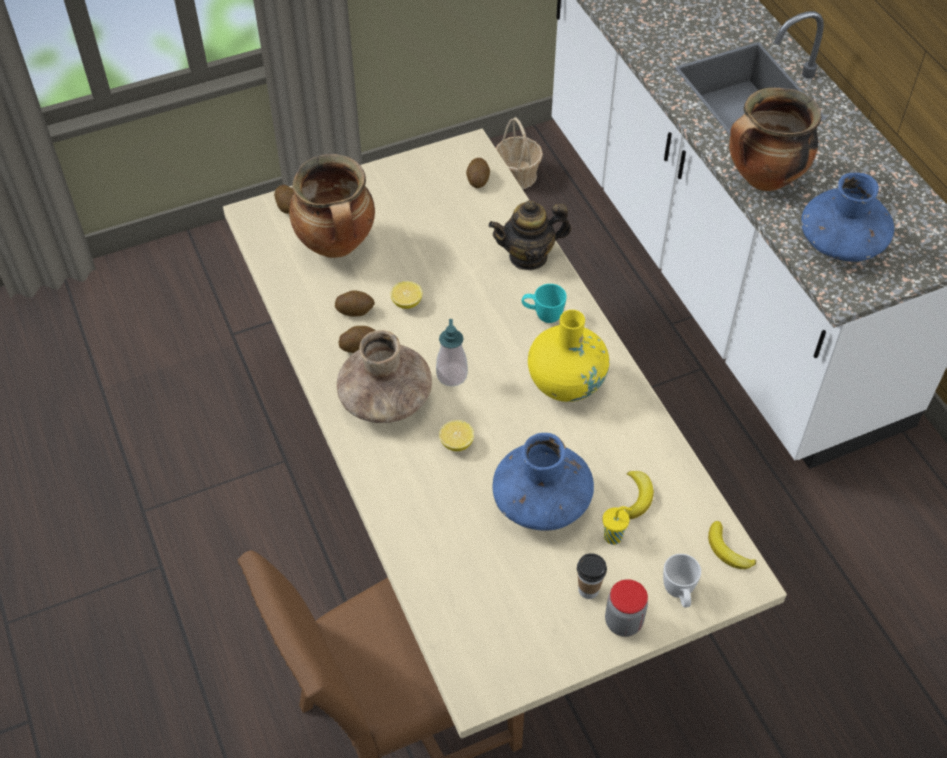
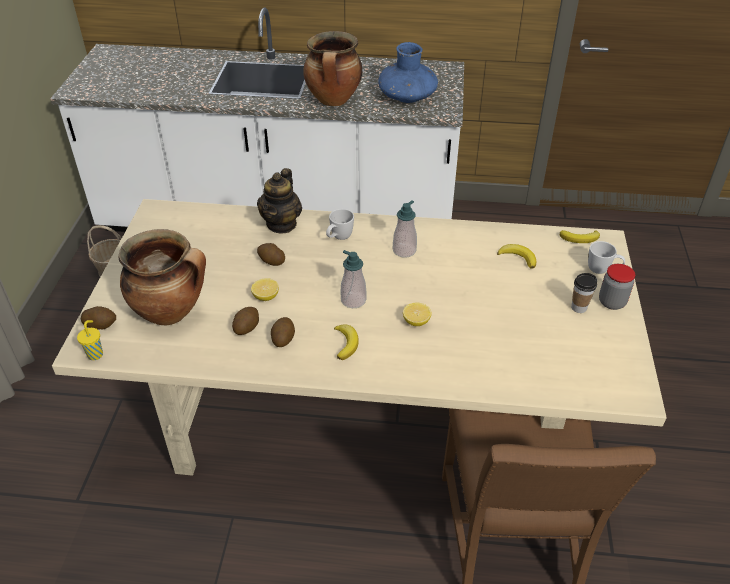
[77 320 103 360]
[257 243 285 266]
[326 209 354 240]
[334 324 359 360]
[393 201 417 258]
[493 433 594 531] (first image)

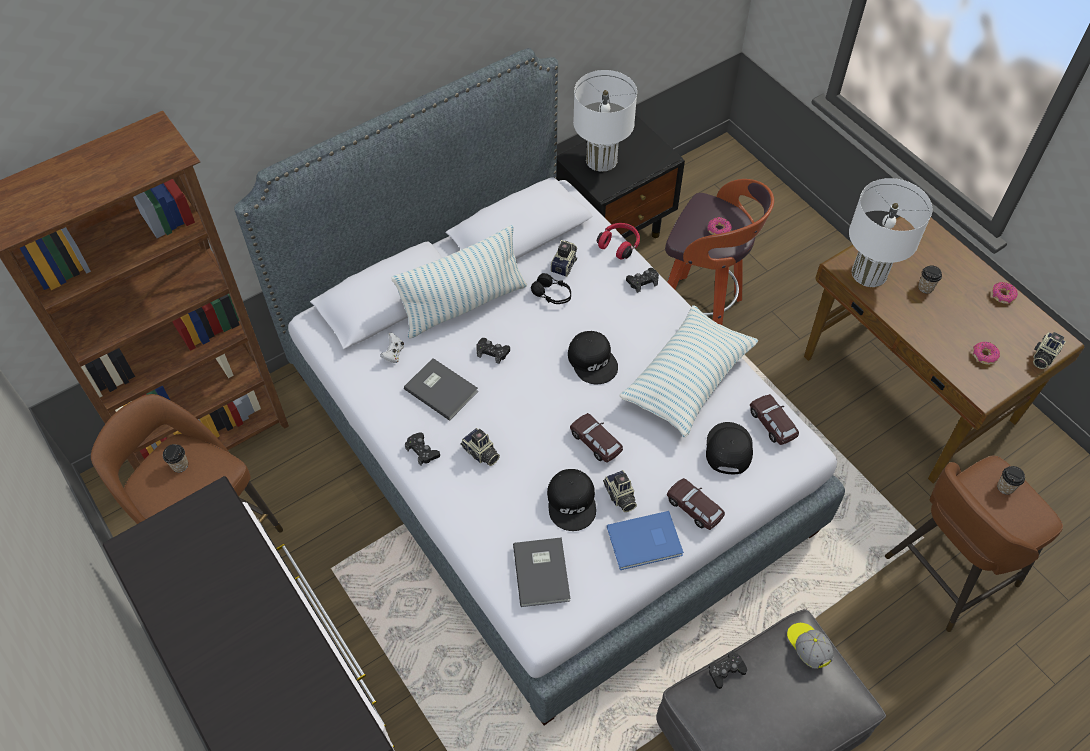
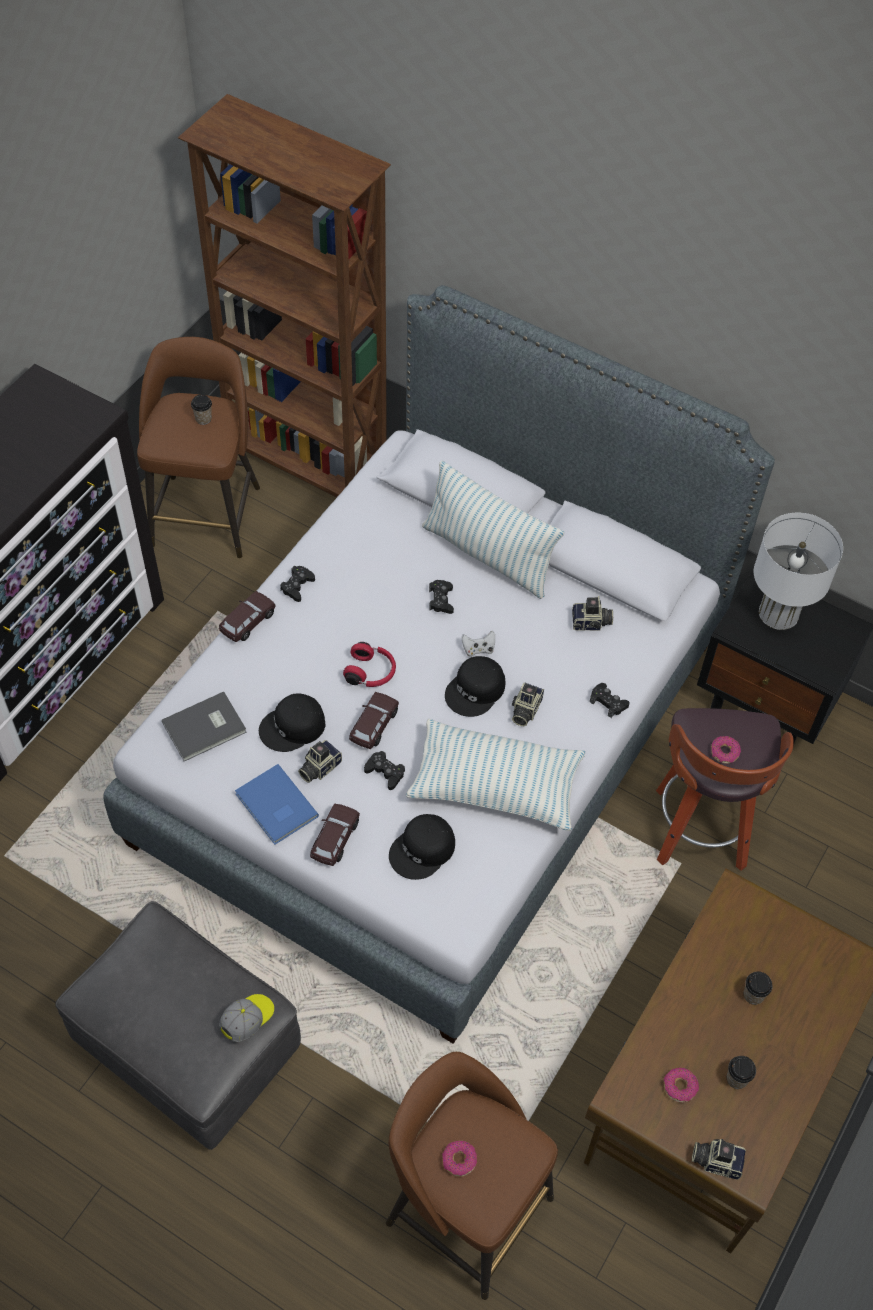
[219 591 276 642]
[343 642 396 687]
[364 751 405 790]
[389 814 455 880]
[442 1141 477 1177]
[462 630 495 657]
[512 683 544 726]
[727 1056 756 1089]
[404 358 478 421] (first image)
[531 273 571 304] (first image)
[849 178 932 287] (first image)

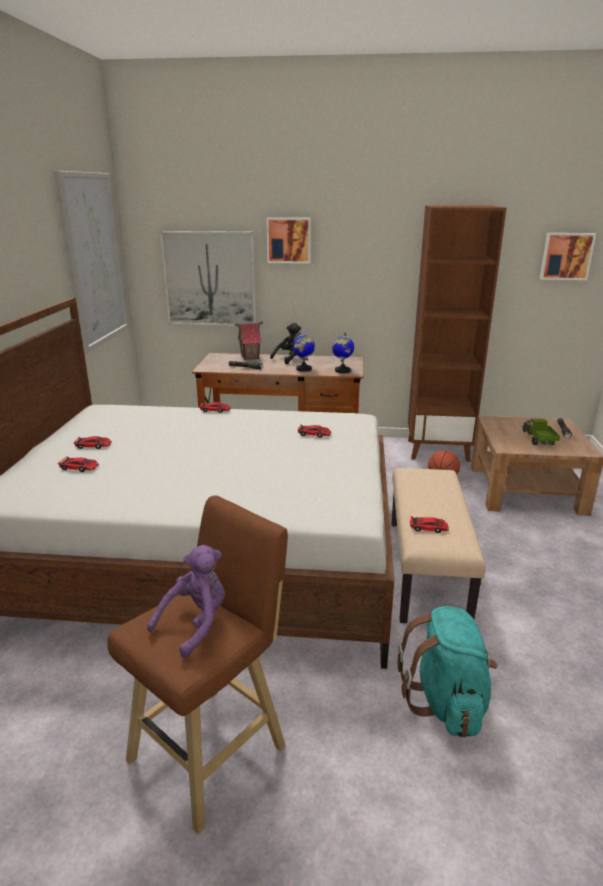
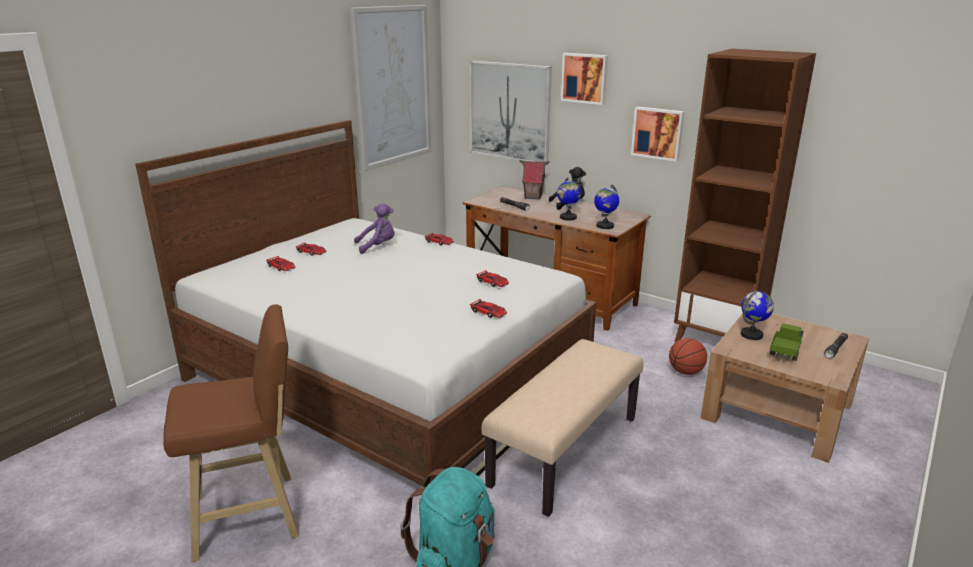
[354 203 395 254]
[470 299 507 318]
[631 107 685 162]
[741 290 774 340]

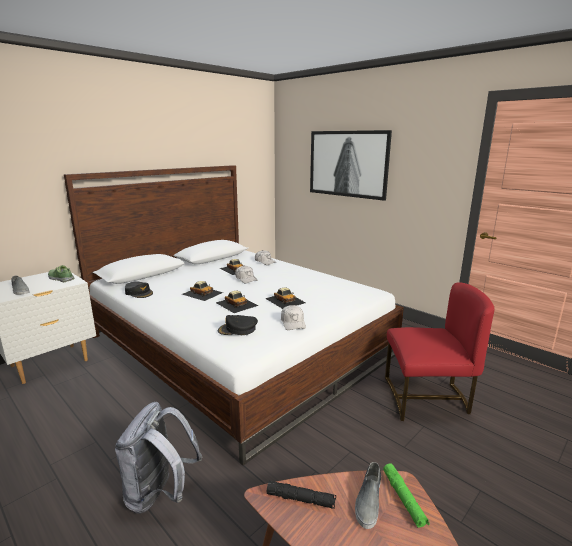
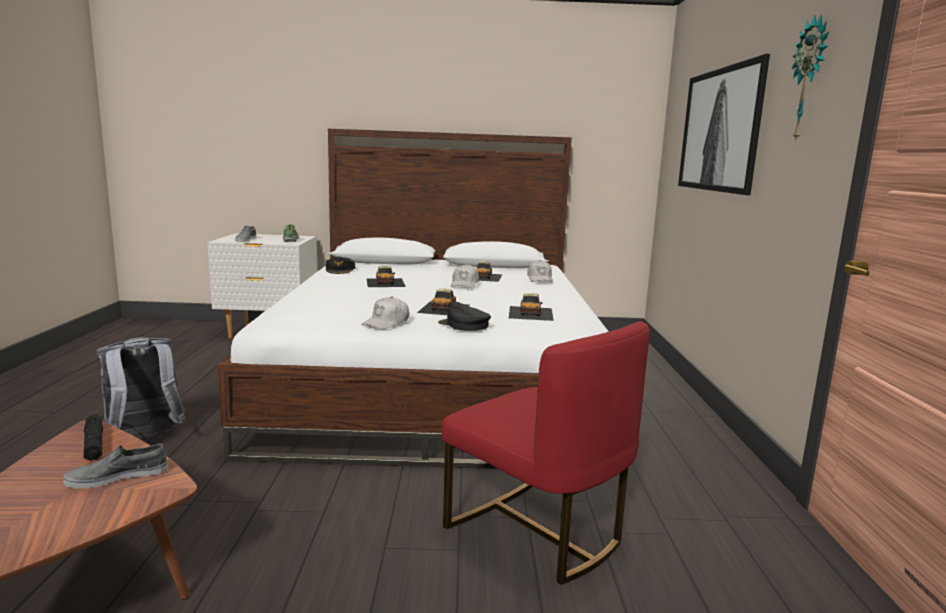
[438 302 491 331]
[509 293 554 321]
[792 15 829 142]
[383 463 430 528] (first image)

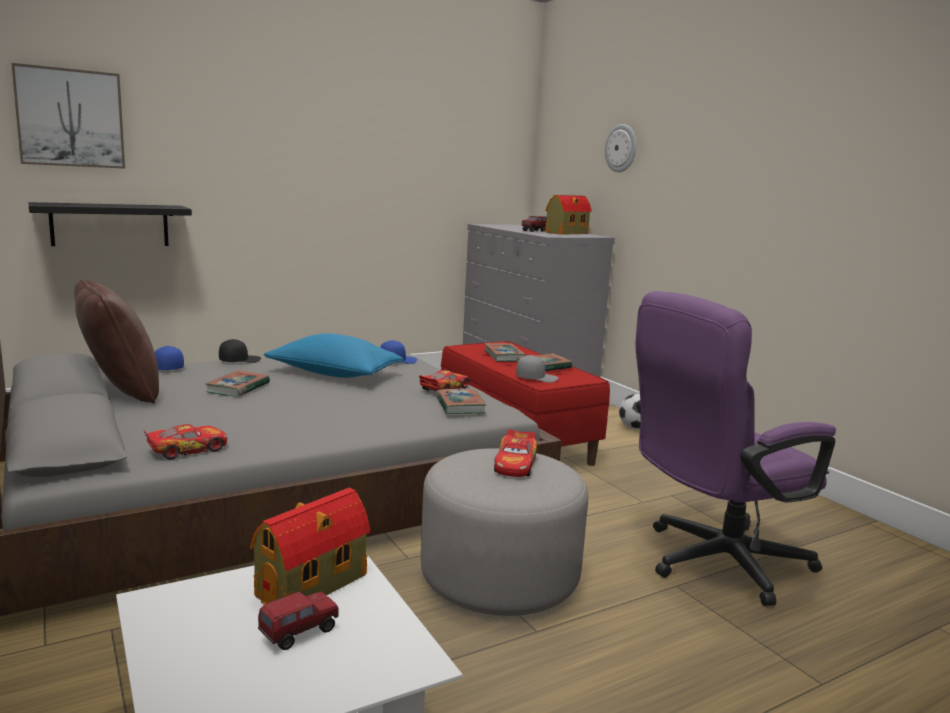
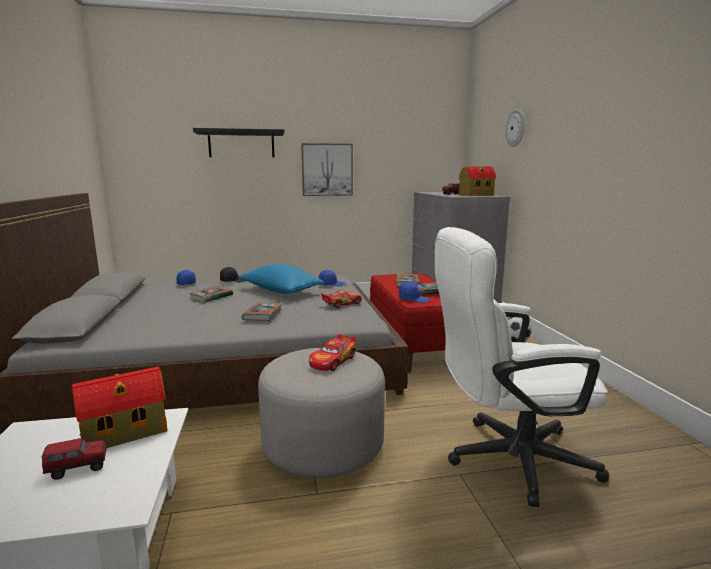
[193 128 284 158]
[242 303 282 321]
[301 143 353 196]
[399 282 430 303]
[435 227 609 507]
[74 280 159 403] (first image)
[143 424 227 460] (first image)

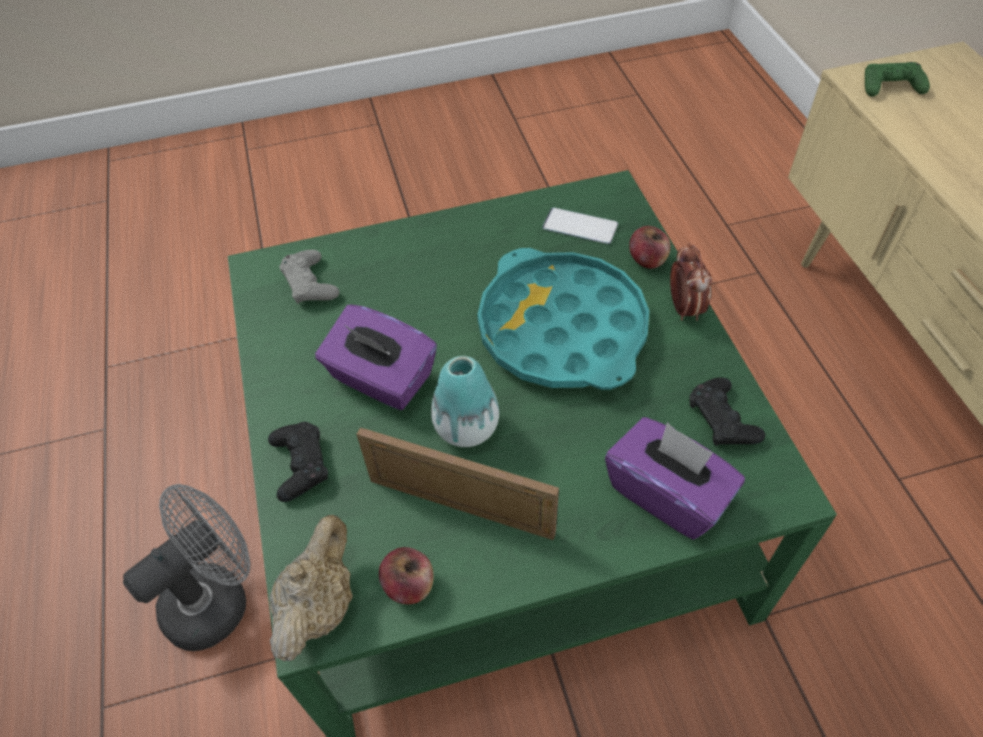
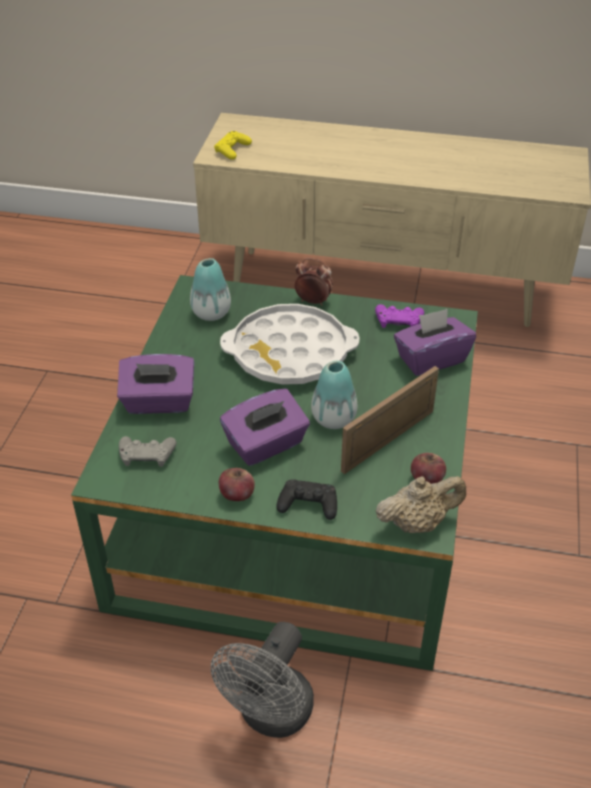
[117 354 194 414]
[190 258 231 321]
[211 622 314 738]
[214 131 252 160]
[219 468 255 501]
[220 304 360 385]
[375 304 424 328]
[376 476 466 533]

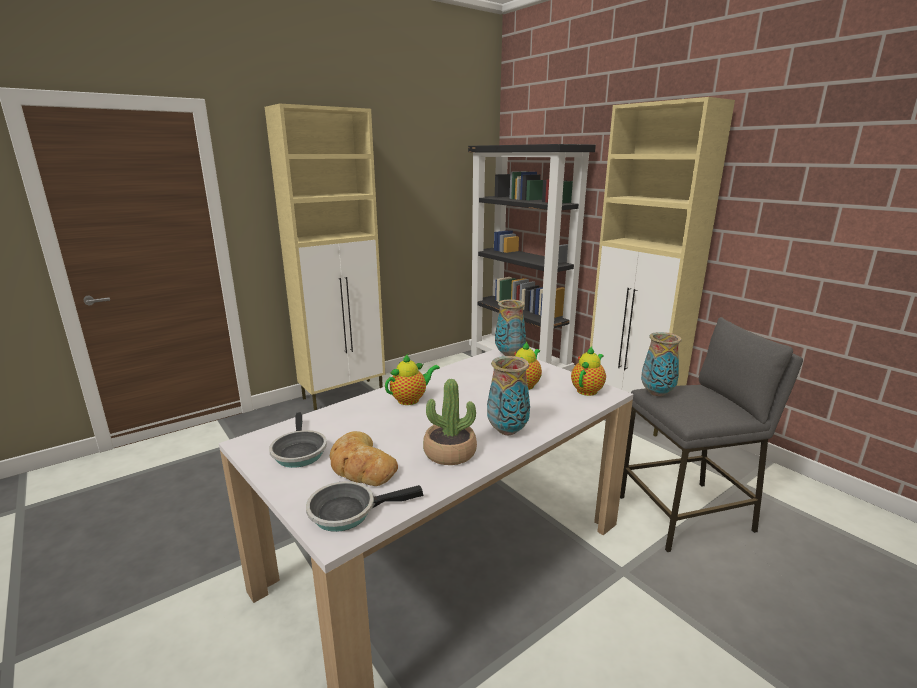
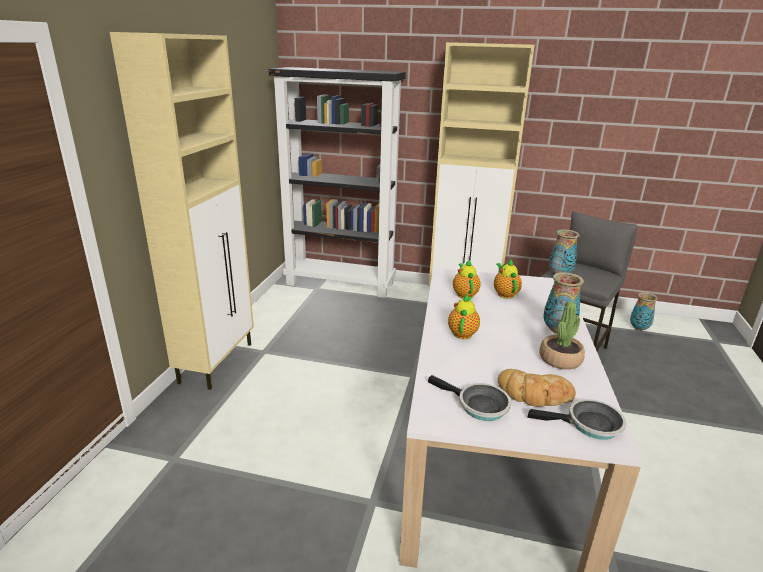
[453 260 481 299]
[527 399 626 440]
[630 293 658 331]

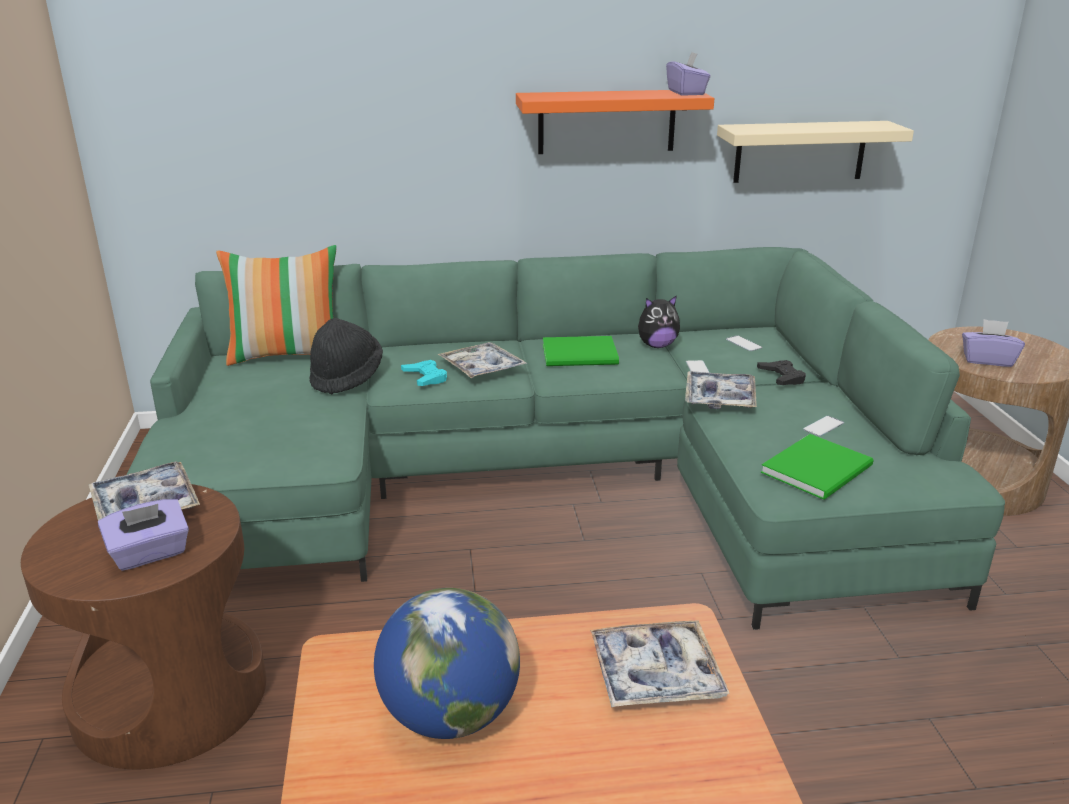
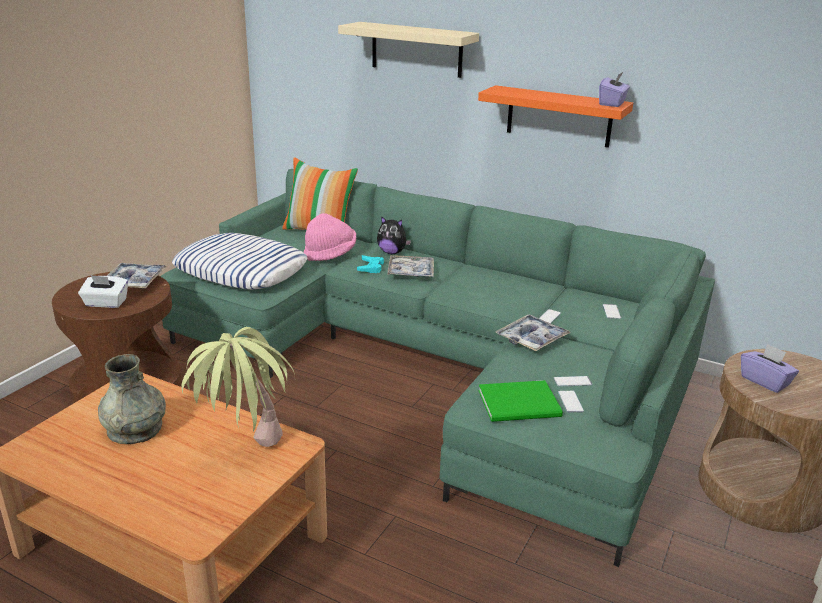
[78 275 128 308]
[98 354 166 444]
[172 233 308 290]
[181 327 295 447]
[304 213 356 261]
[338 22 479 78]
[377 216 411 254]
[558 391 584 413]
[543 336 619 366] (first image)
[757 360 806 385] (first image)

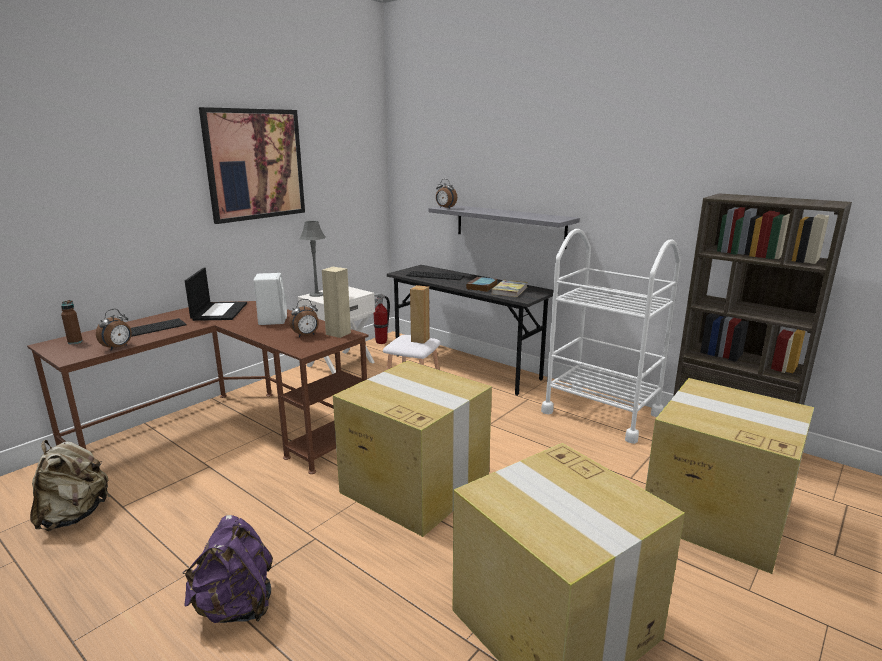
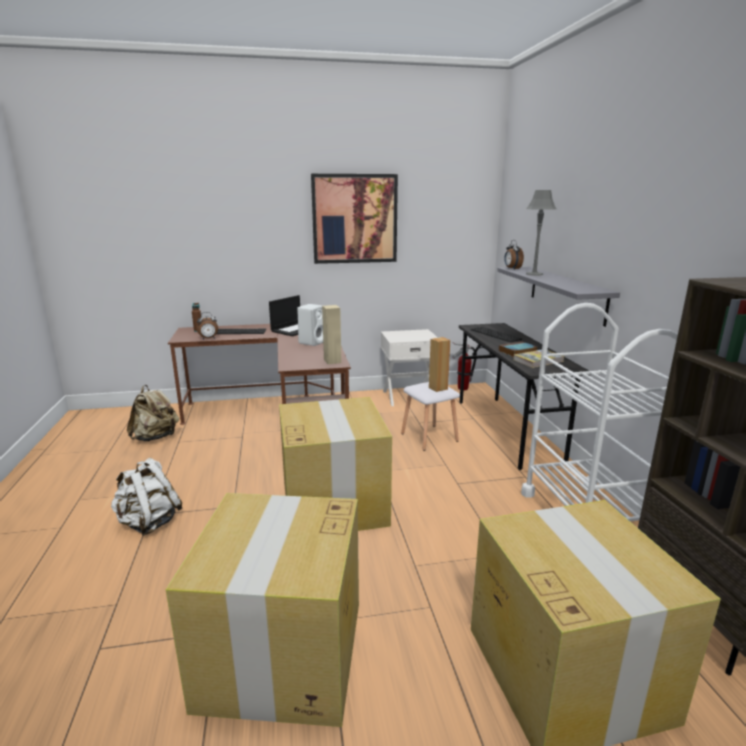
[111 458 182 536]
[526 190 557 276]
[289 299 319 337] (first image)

